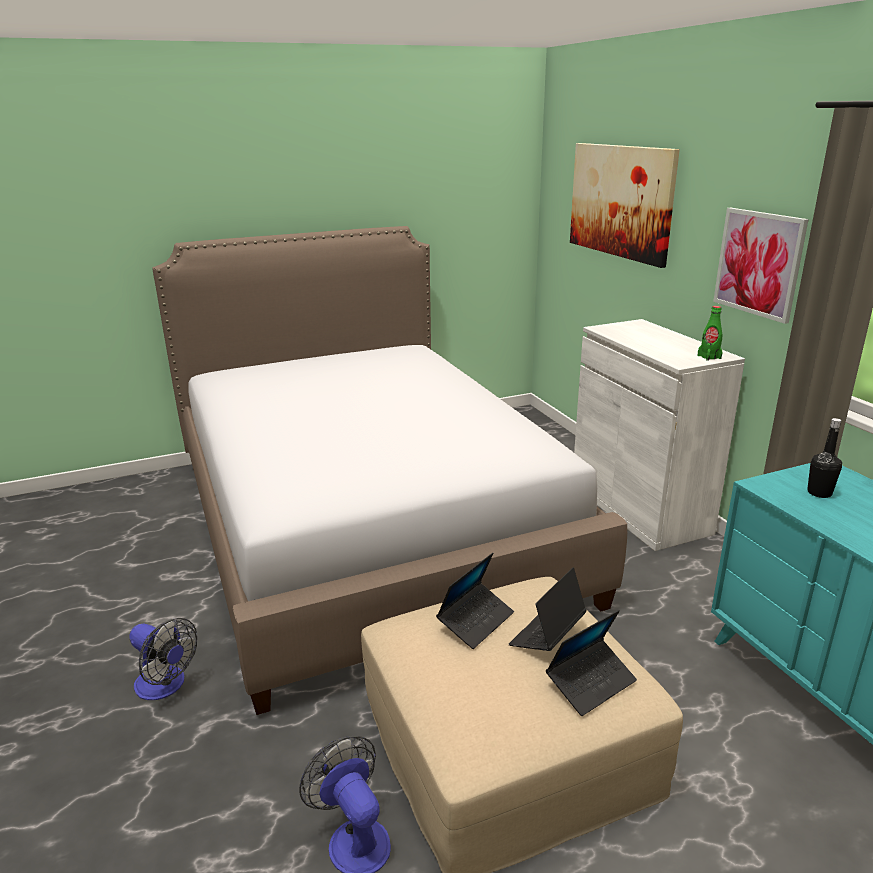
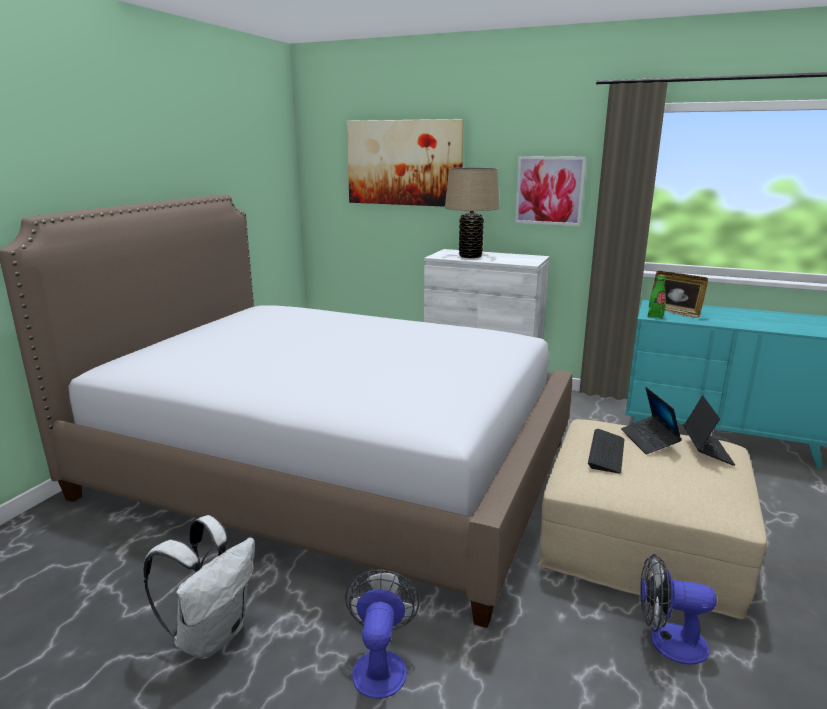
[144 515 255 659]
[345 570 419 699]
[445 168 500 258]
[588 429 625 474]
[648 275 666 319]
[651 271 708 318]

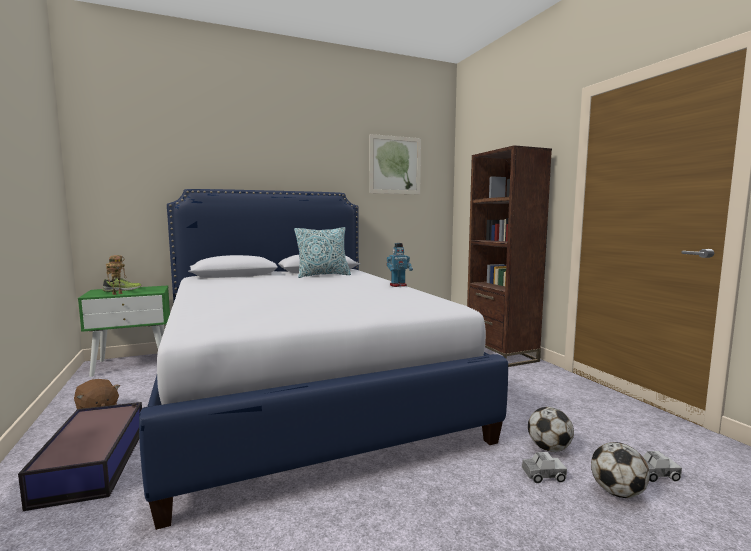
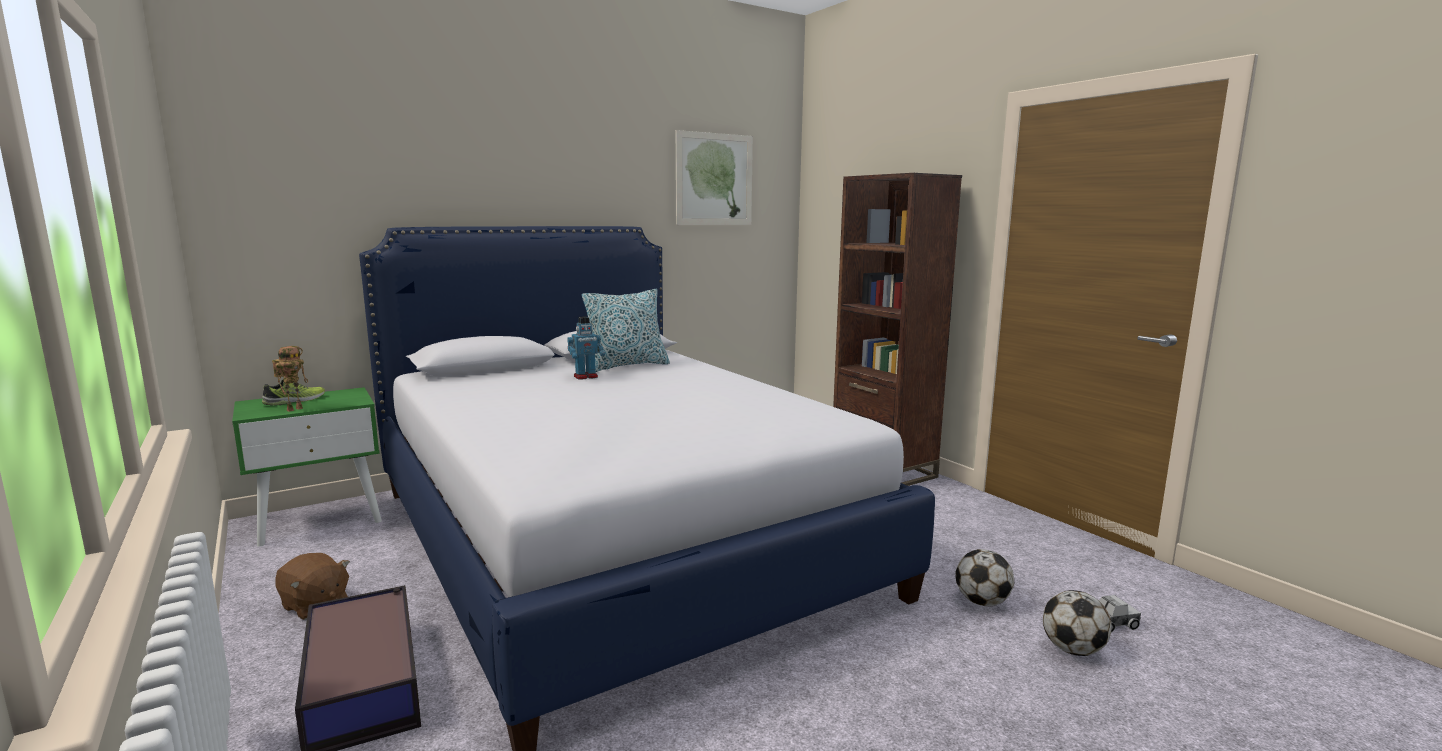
[567 316 605 380]
[522 452 567 484] (first image)

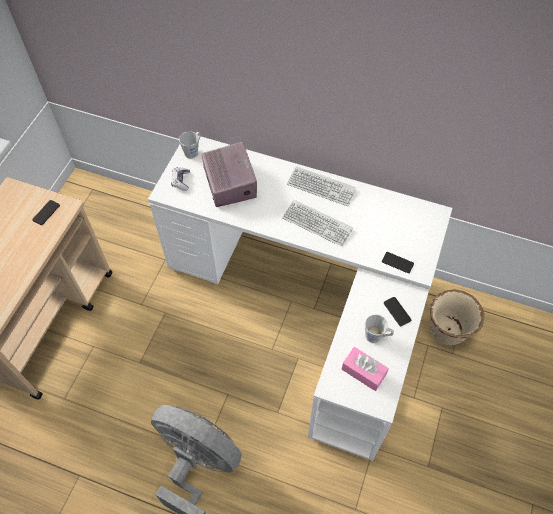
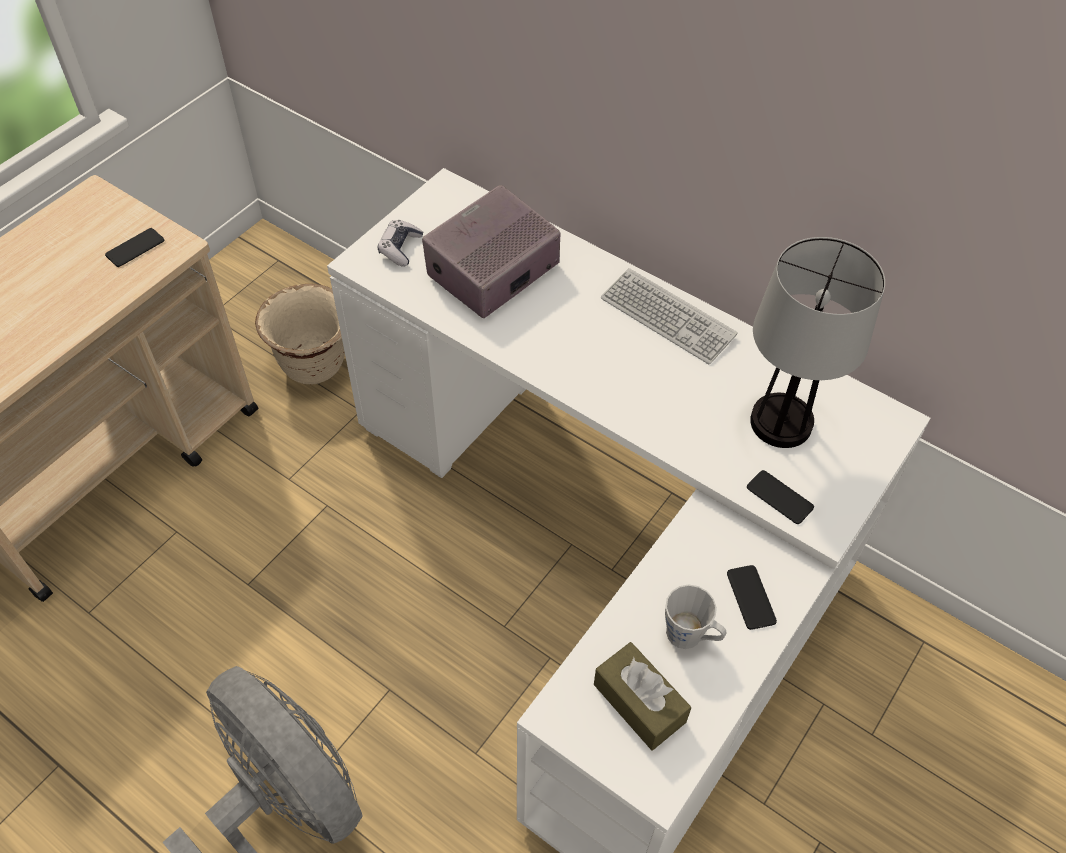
[255 284 345 385]
[422 185 560 318]
[594 642 691 750]
[750 237 885 448]
[179 131 201 159] (first image)
[282 200 353 247] (first image)

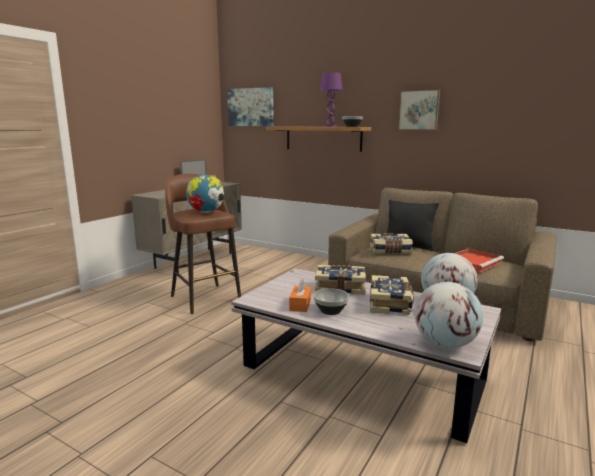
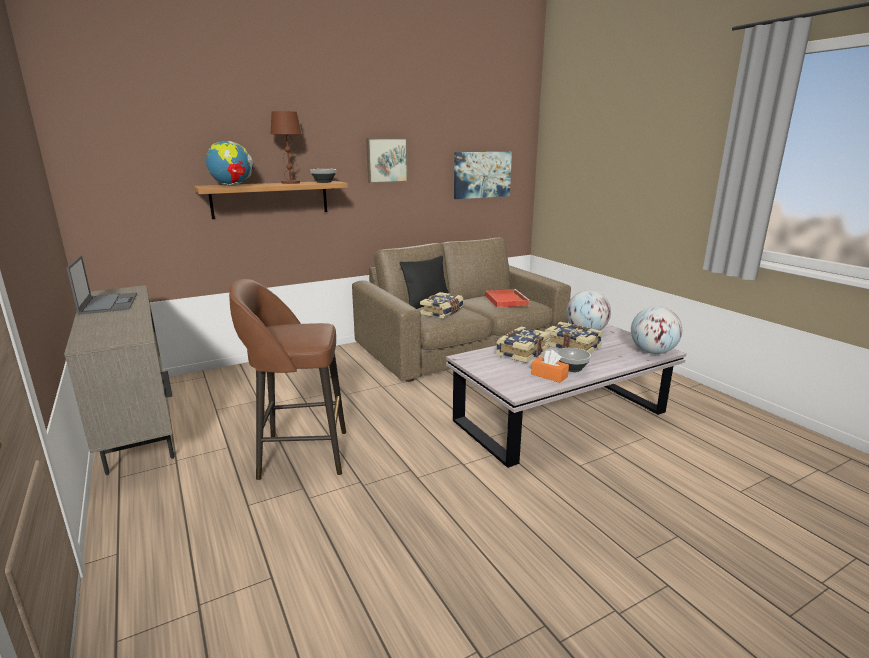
[206 141 253 186]
[271 111 302 184]
[454 152 512 199]

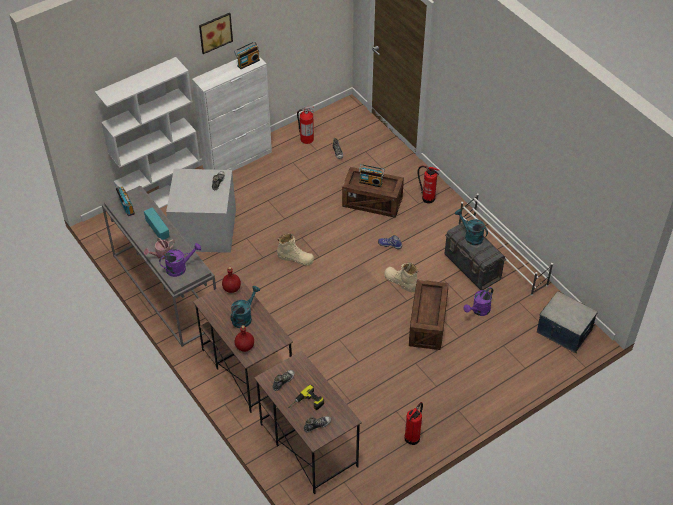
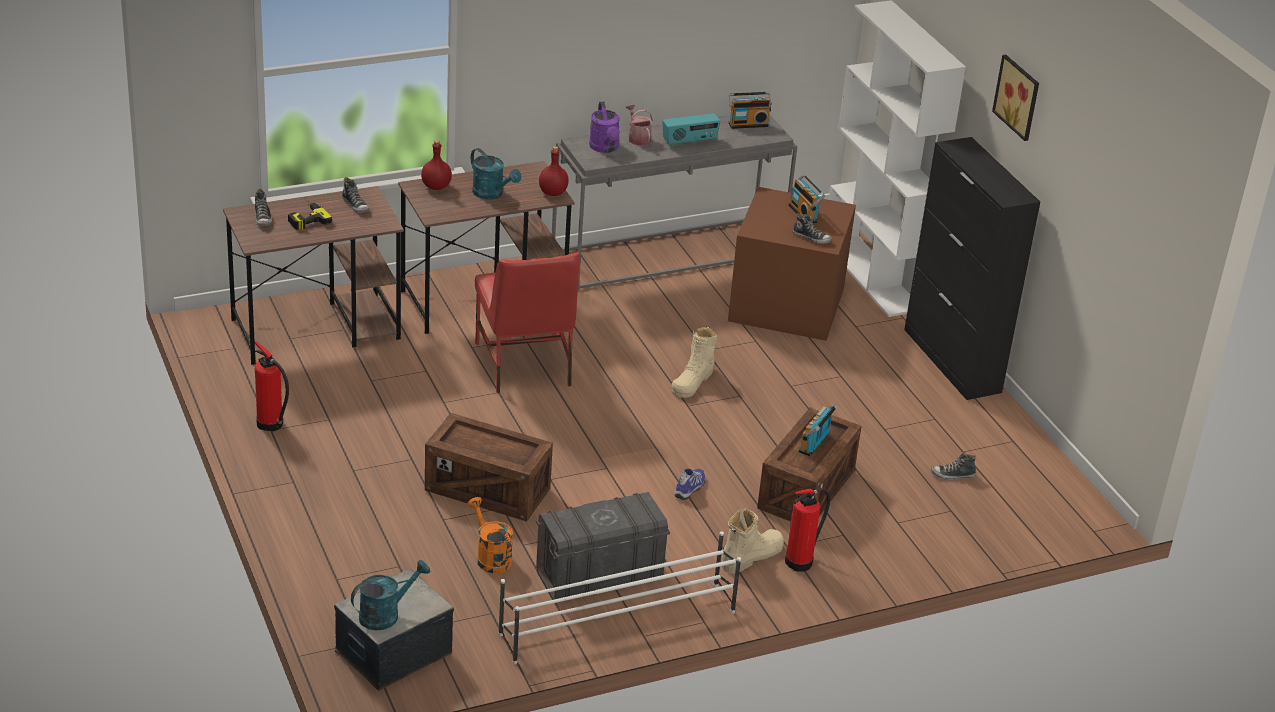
[351 560 430 630]
[467 497 513 573]
[475 252 580 393]
[722 509 784 574]
[728 187 856 341]
[789 174 825 224]
[904 137 1040 400]
[297 106 315 144] (first image)

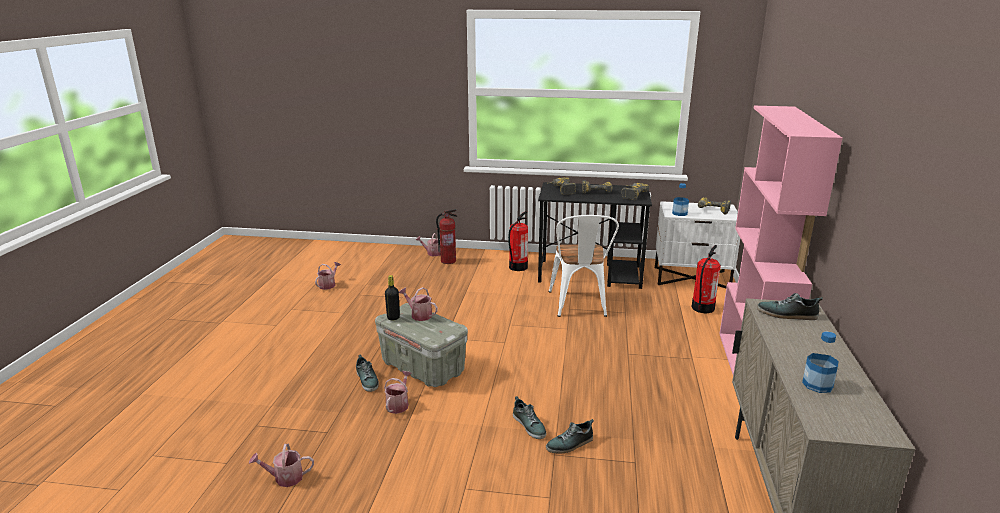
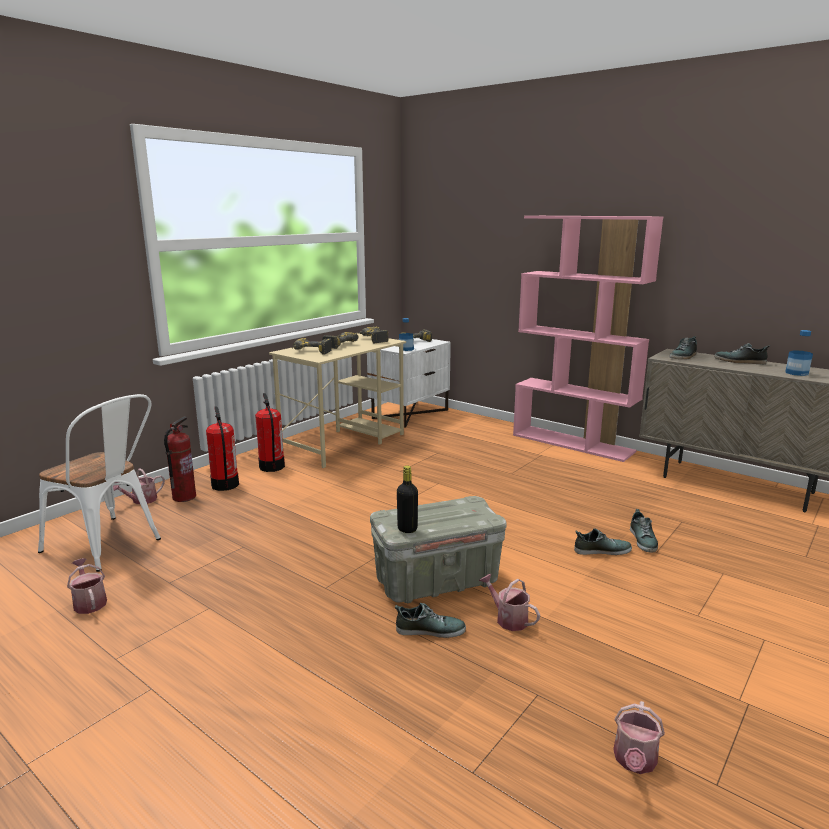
[38 394 161 572]
[206 406 239 491]
[269 334 406 468]
[714 343 770 364]
[399 287 438 321] (first image)

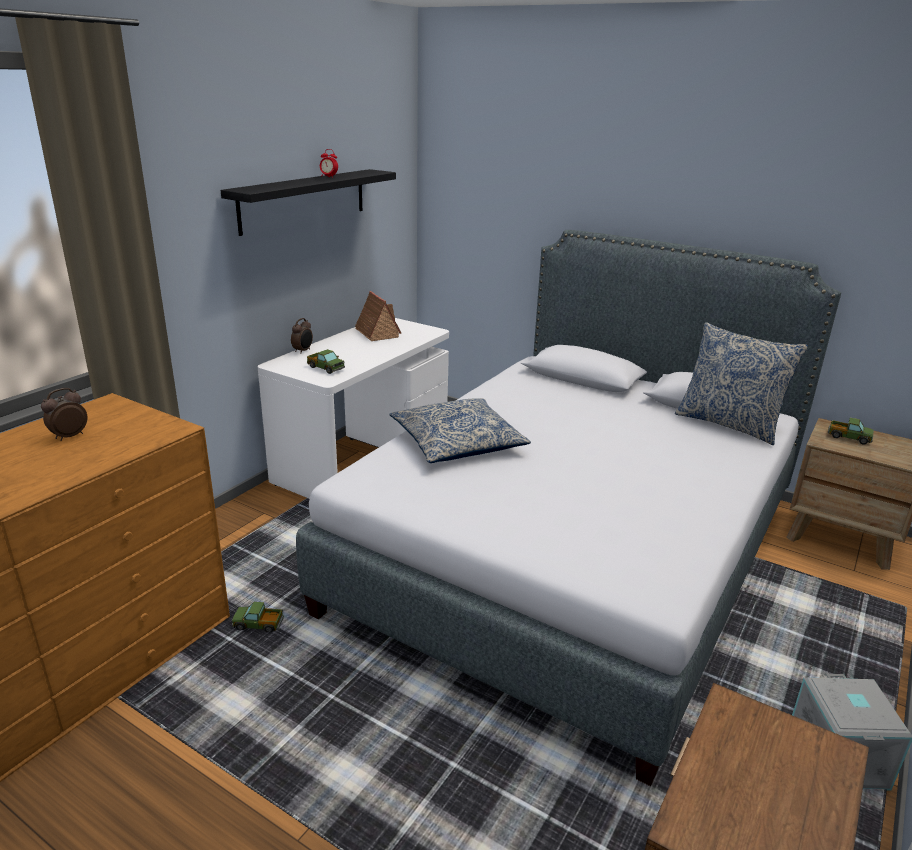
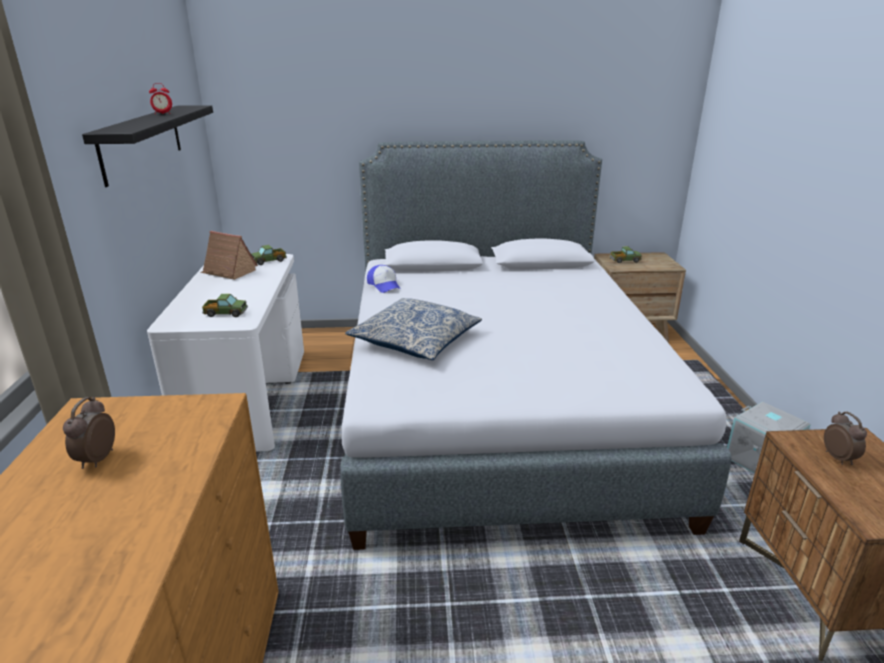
[251 245 287 265]
[367 265 401 293]
[824 412 867 465]
[675 322 808 445] (first image)

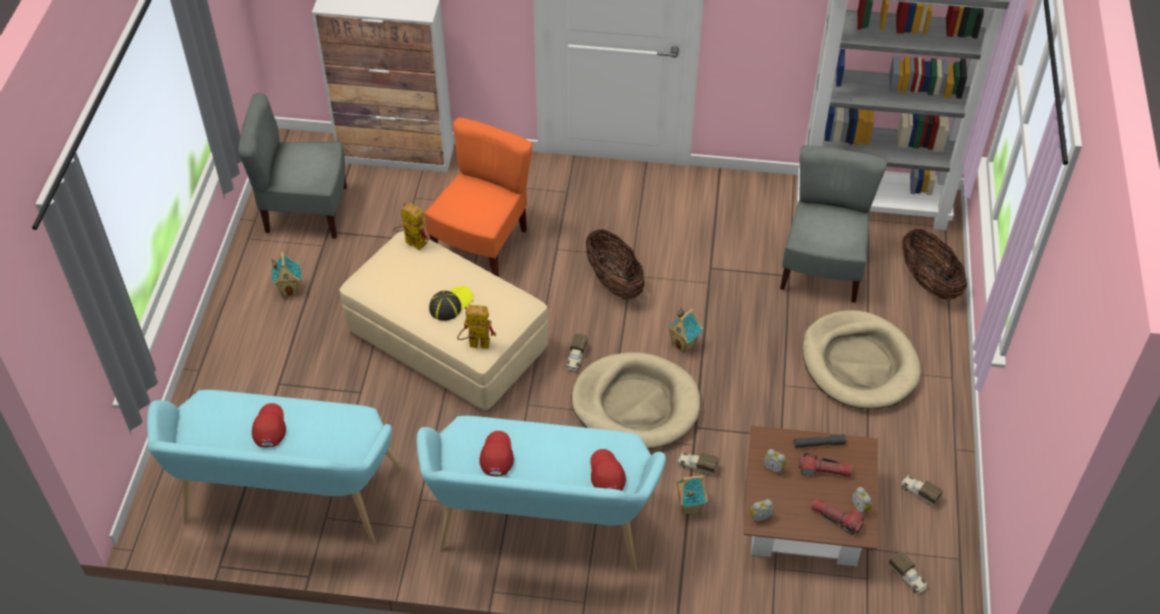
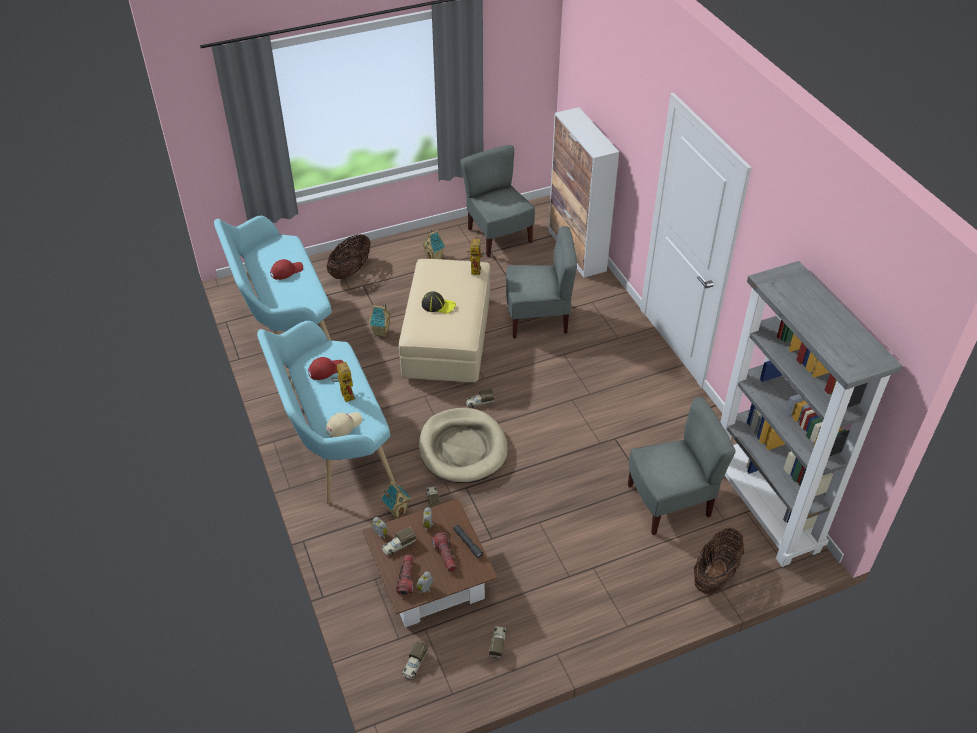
[326 412 363 438]
[327 234 371 279]
[331 359 355 402]
[369 304 391 337]
[382 527 416 555]
[506 226 577 338]
[802 310 921 409] (first image)

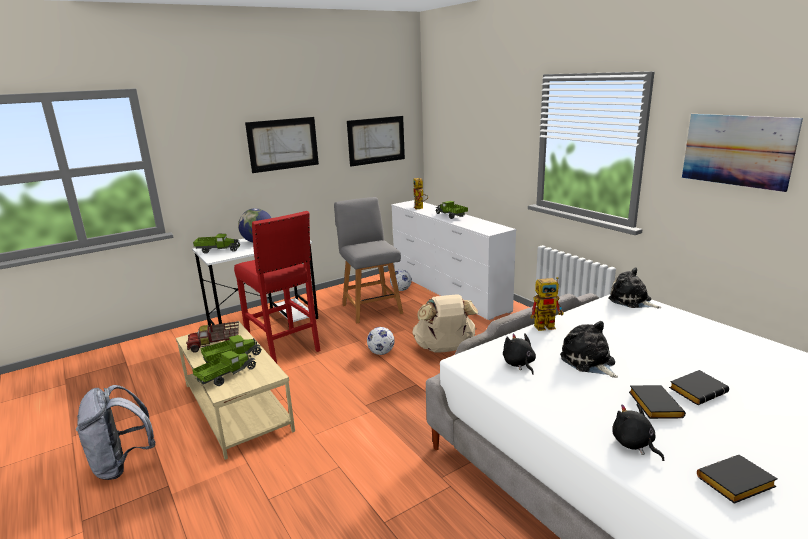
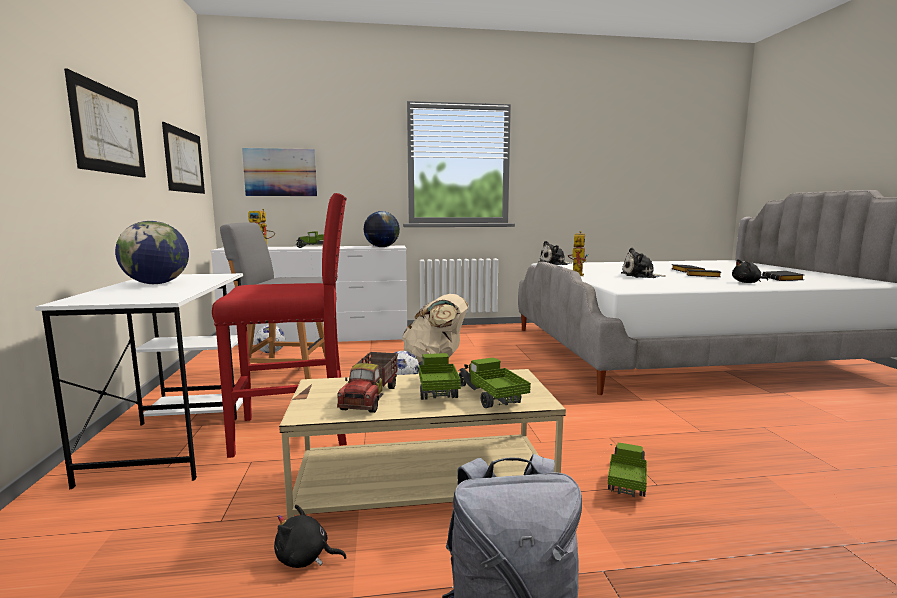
[242 148 317 196]
[274 505 347 568]
[364 211 400 247]
[608 443 647 497]

